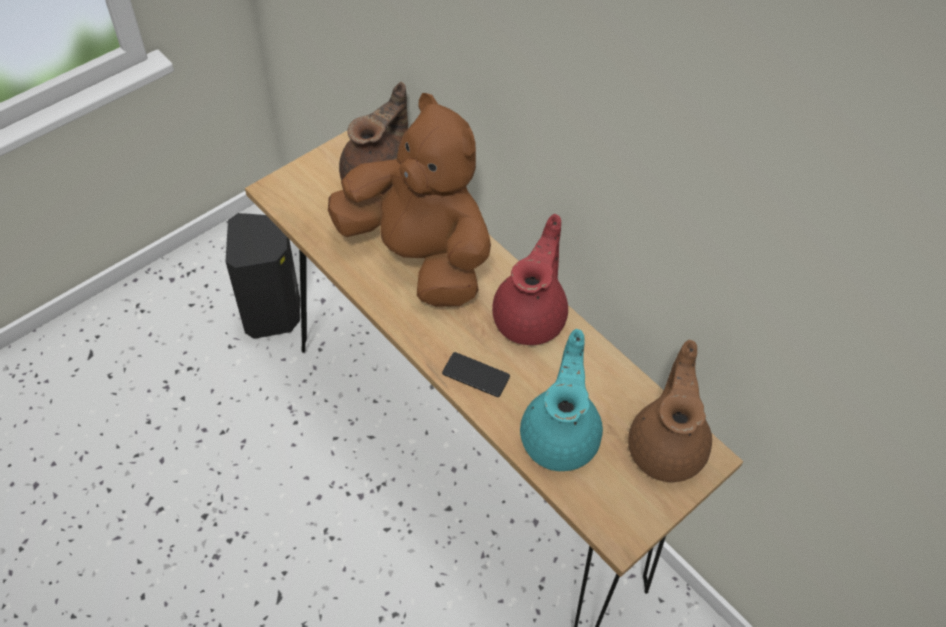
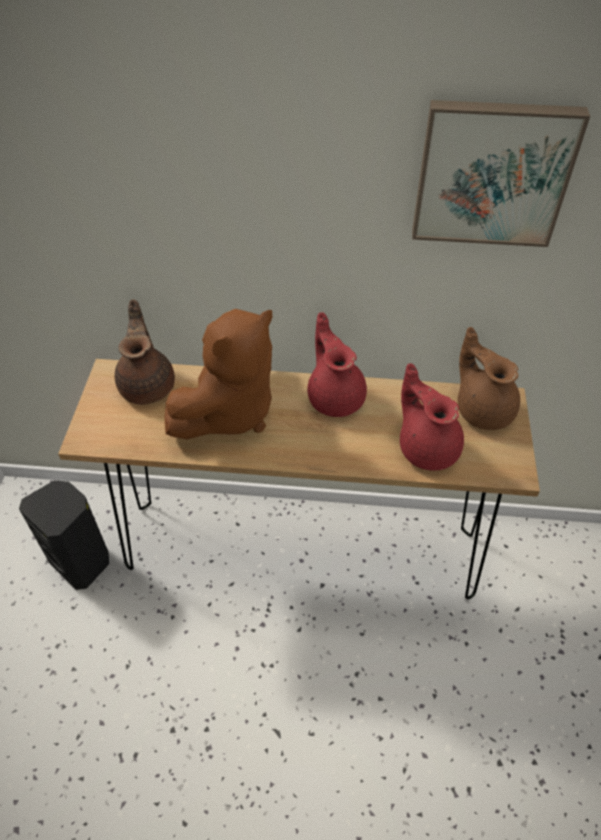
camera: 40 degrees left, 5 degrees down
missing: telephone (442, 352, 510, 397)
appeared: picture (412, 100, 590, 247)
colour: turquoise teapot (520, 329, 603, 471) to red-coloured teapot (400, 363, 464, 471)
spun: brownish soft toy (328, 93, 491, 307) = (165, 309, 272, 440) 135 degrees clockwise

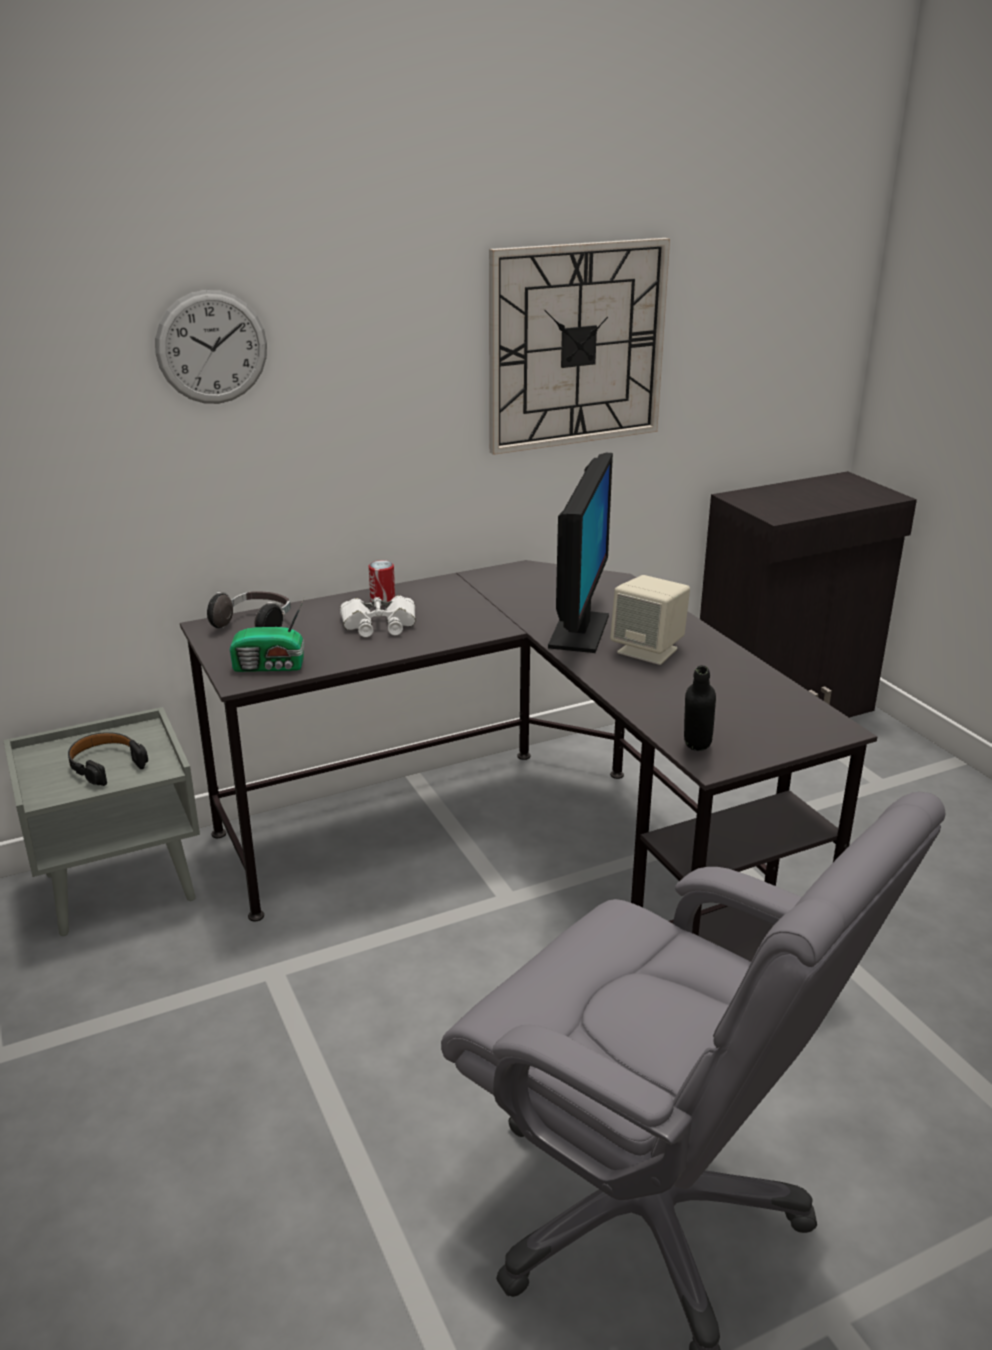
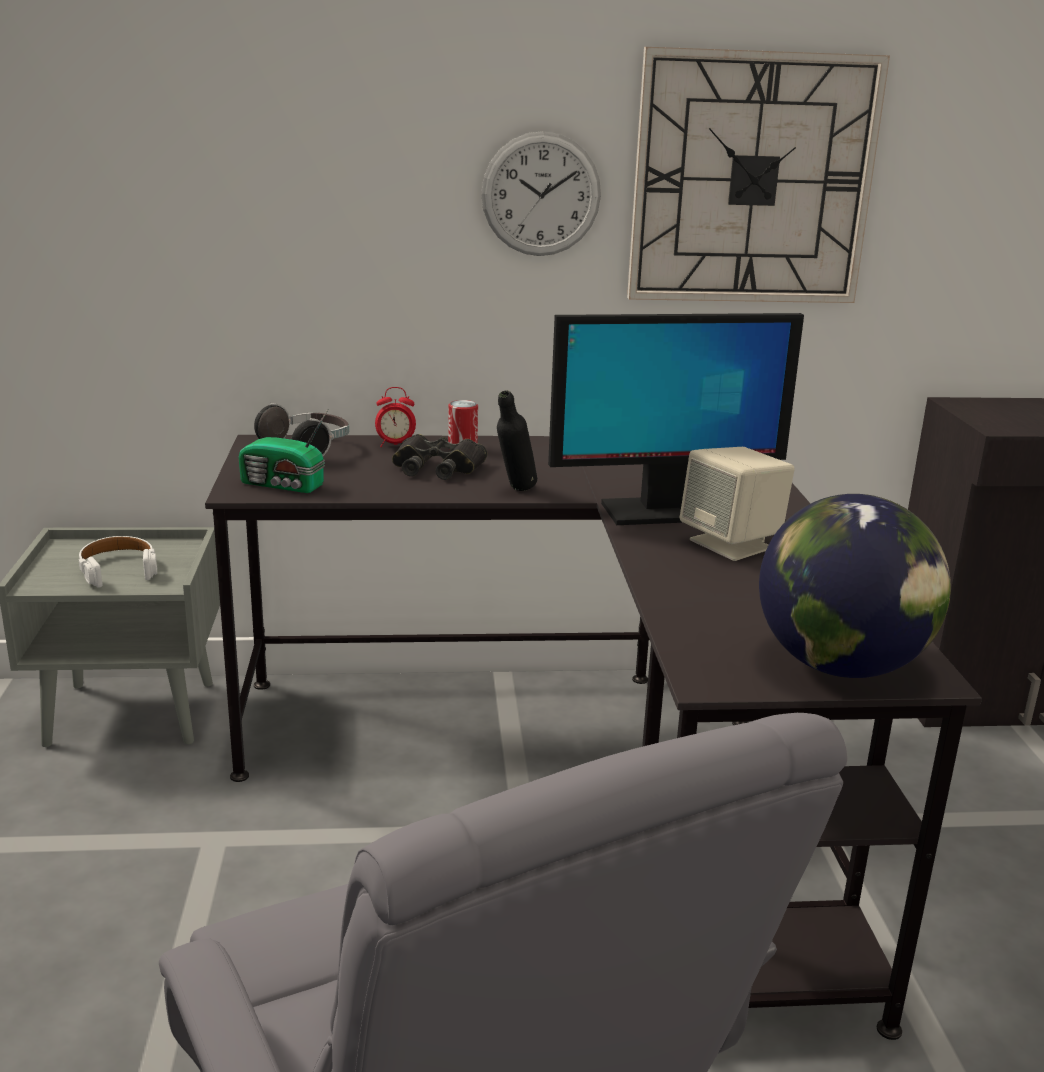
camera: 20 degrees right, 5 degrees down
appeared: table clock (375, 387, 416, 447); desk globe (759, 494, 951, 678)
relocated: hanging clock (155, 290, 267, 404) to (481, 131, 601, 256); black beverage bottle (684, 665, 716, 751) to (497, 391, 537, 491)
colour: black pair of headphones (68, 732, 148, 786) to white-coloured pair of headphones (79, 536, 157, 588); white-coloured binoculars (340, 595, 416, 637) to black binoculars (392, 434, 487, 480)
spun: computer display (548, 453, 613, 653) = (548, 313, 804, 525) 45 degrees clockwise

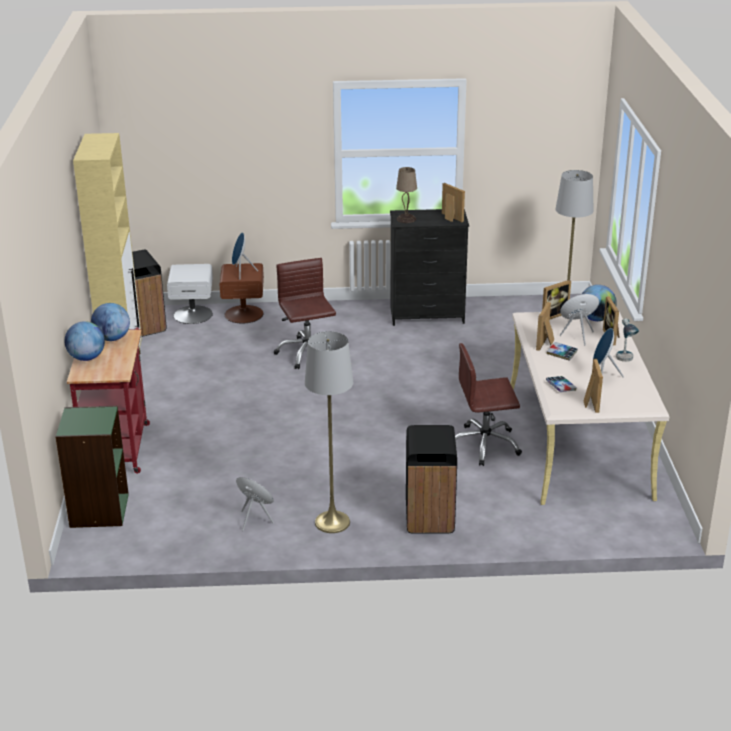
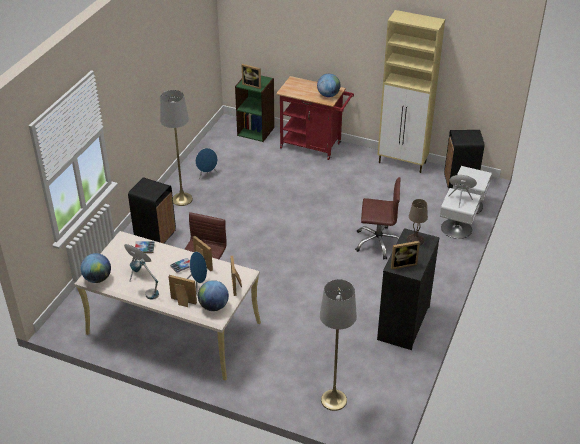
camera: 115 degrees right, 10 degrees up
relocated: desk globe (64, 321, 105, 361) to (81, 253, 111, 283); standing frame (584, 359, 603, 413) to (242, 64, 261, 89)
colour: brownish nightstand (220, 263, 264, 323) to white-coloured nightstand (440, 188, 481, 239)

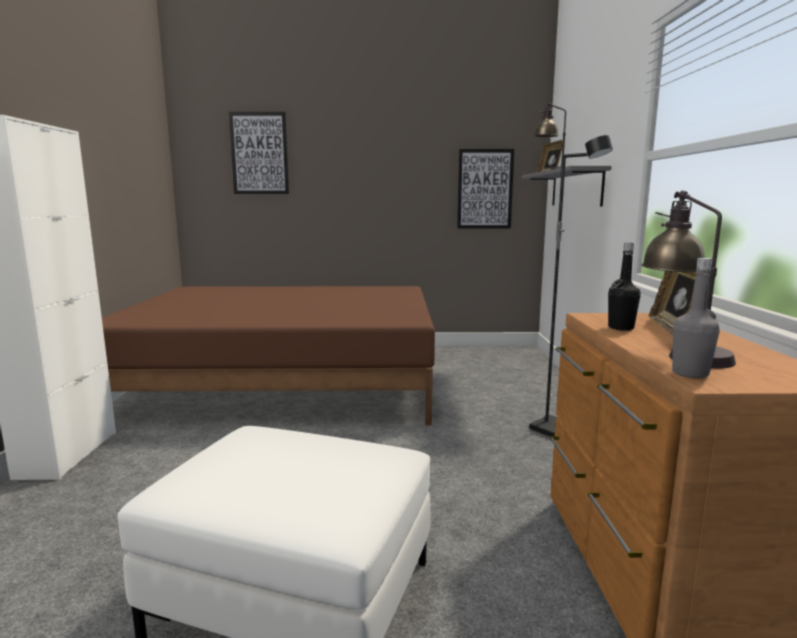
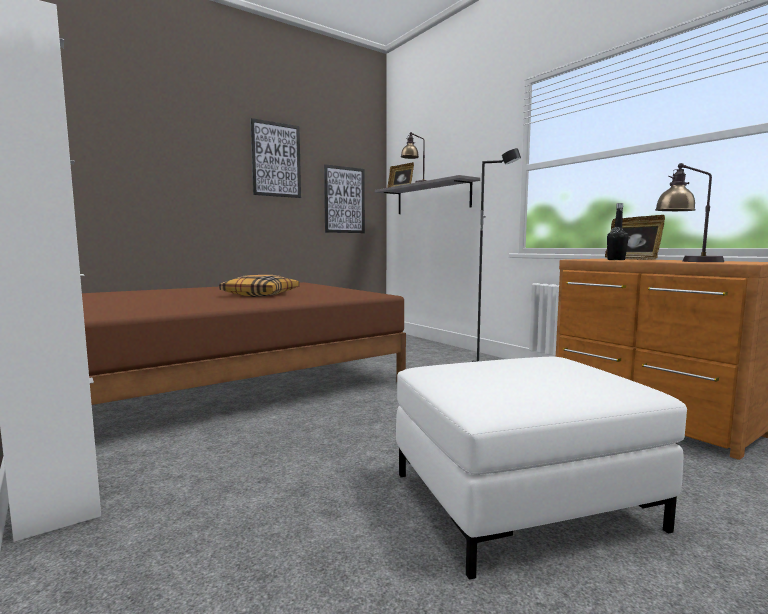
camera: 35 degrees left, 5 degrees down
missing: gray beverage bottle (672, 258, 720, 378)
appeared: throw pillow (219, 275, 299, 297)
relocated: picture (229, 112, 289, 194) to (250, 118, 301, 198)

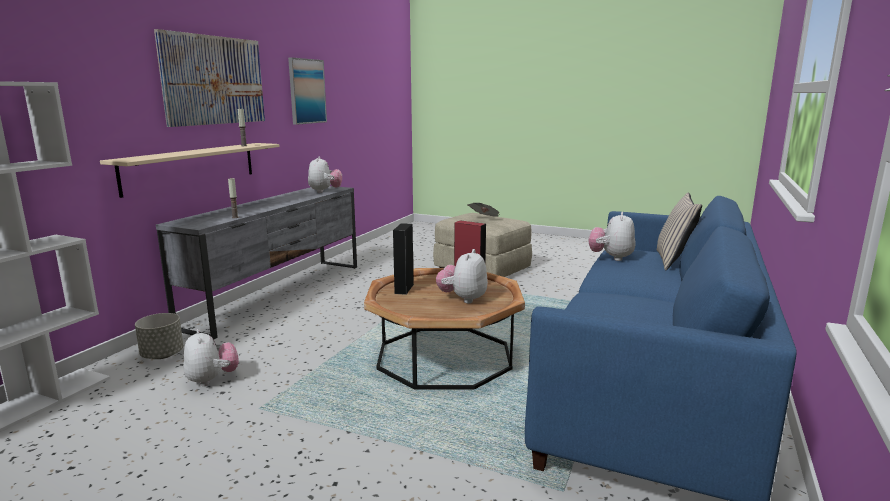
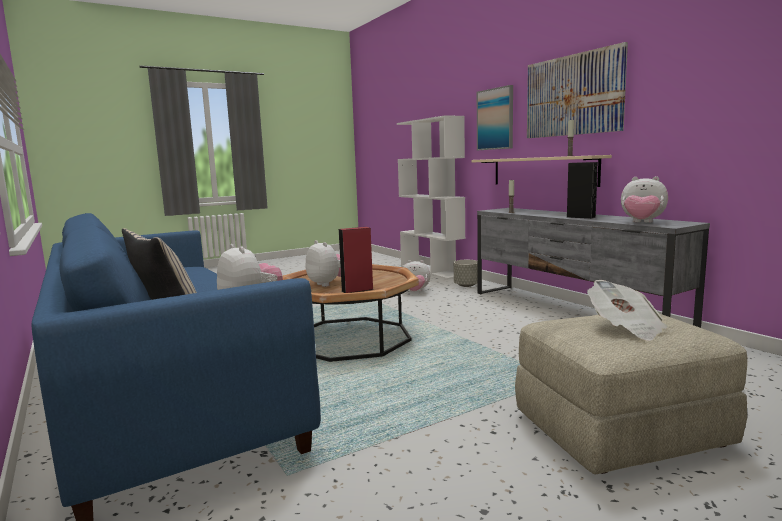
camera: 125 degrees right, 5 degrees down
relocated: picture (288, 57, 327, 125) to (477, 85, 513, 150); black audio speaker (393, 223, 414, 295) to (567, 162, 598, 219)

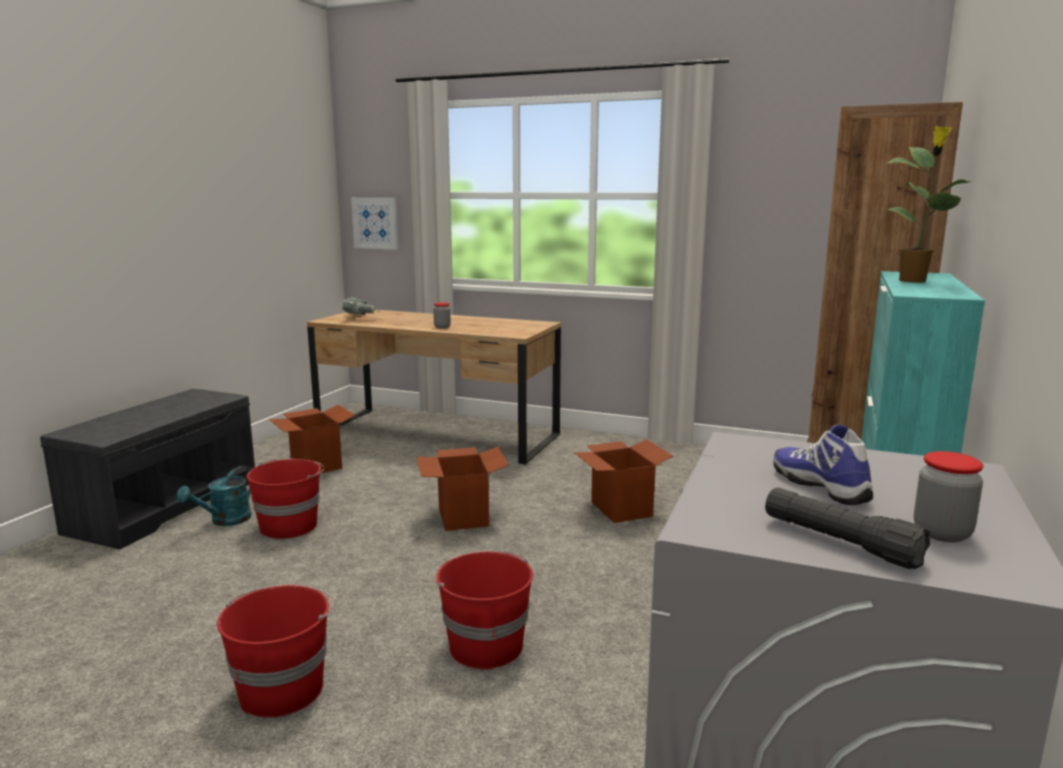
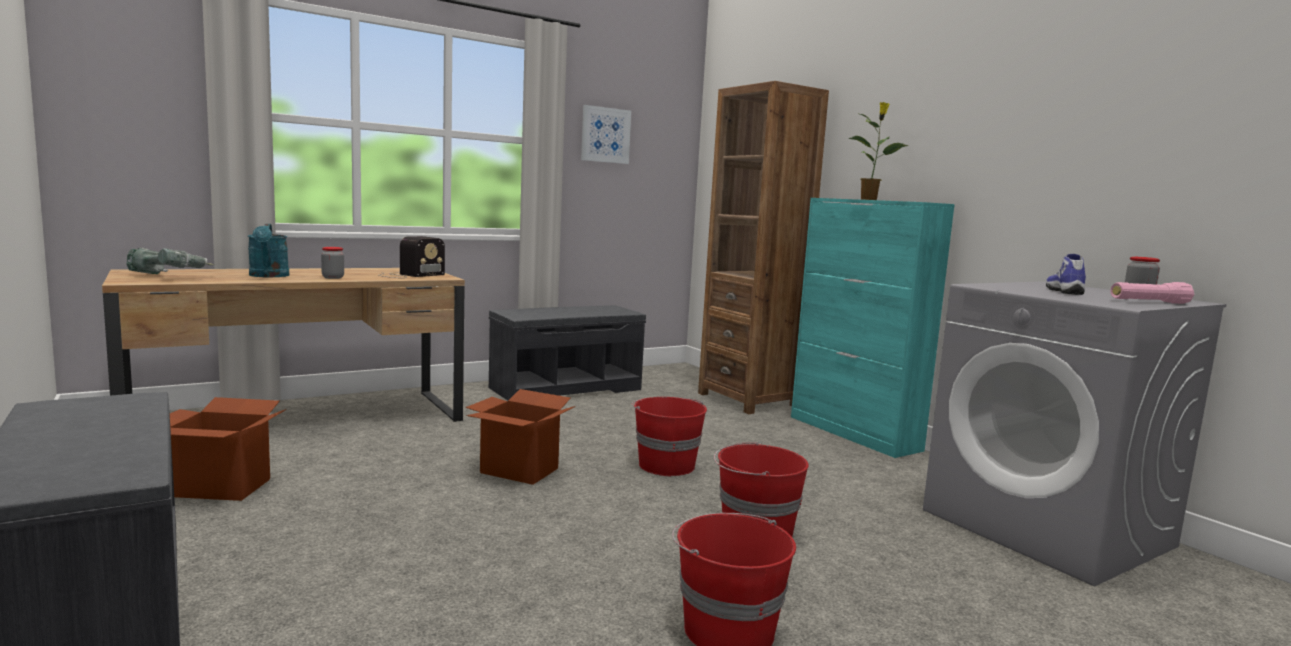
camera: 55 degrees left, 5 degrees down
missing: carton (574, 439, 674, 523)
appeared: radio (379, 236, 445, 278); gray long seat (489, 305, 646, 401)
relocated: turquoise sprinkling can (176, 466, 252, 526) to (248, 224, 289, 277); red-coloured bucket (247, 459, 324, 539) to (632, 397, 707, 476); picture (351, 197, 399, 250) to (581, 105, 631, 164)
colour: black hand torch (765, 488, 931, 569) to pinkish hand torch (1110, 282, 1194, 304)
spun: item of footwear (773, 424, 873, 505) = (1046, 254, 1086, 295) 90 degrees clockwise

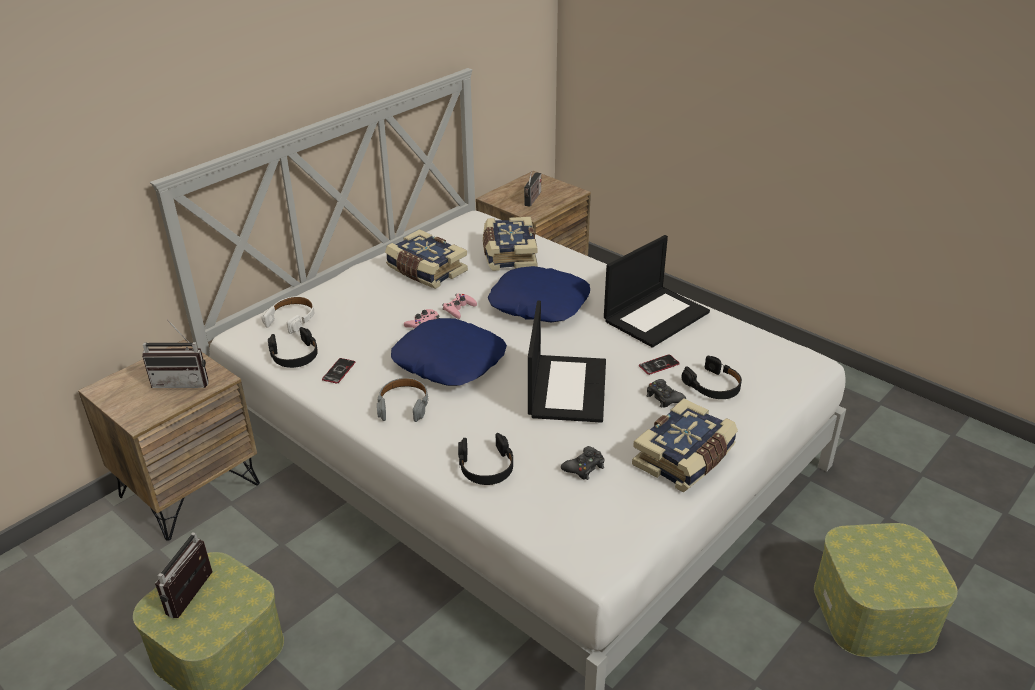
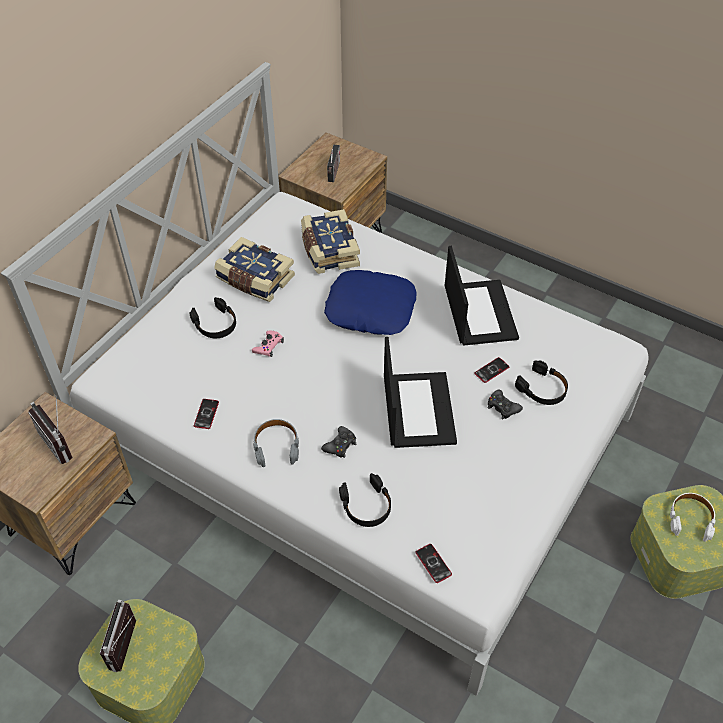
camera: 10 degrees left, 15 degrees up
missing: blue throw pillow (391, 318, 507, 386); pinkish joypad (442, 293, 477, 319); bound book (632, 398, 738, 493)
appeared: telephone (415, 544, 452, 583)
relocated: white-coloured pair of headphones (262, 296, 314, 334) to (670, 493, 716, 542); black pair of headphones (268, 327, 318, 368) to (189, 297, 236, 338); black joypad (561, 446, 605, 480) to (321, 426, 357, 458)
spun: radio (142, 319, 209, 388) = (28, 395, 73, 464) 60 degrees clockwise; laptop (604, 235, 710, 348) = (445, 246, 519, 346) 45 degrees counterclockwise

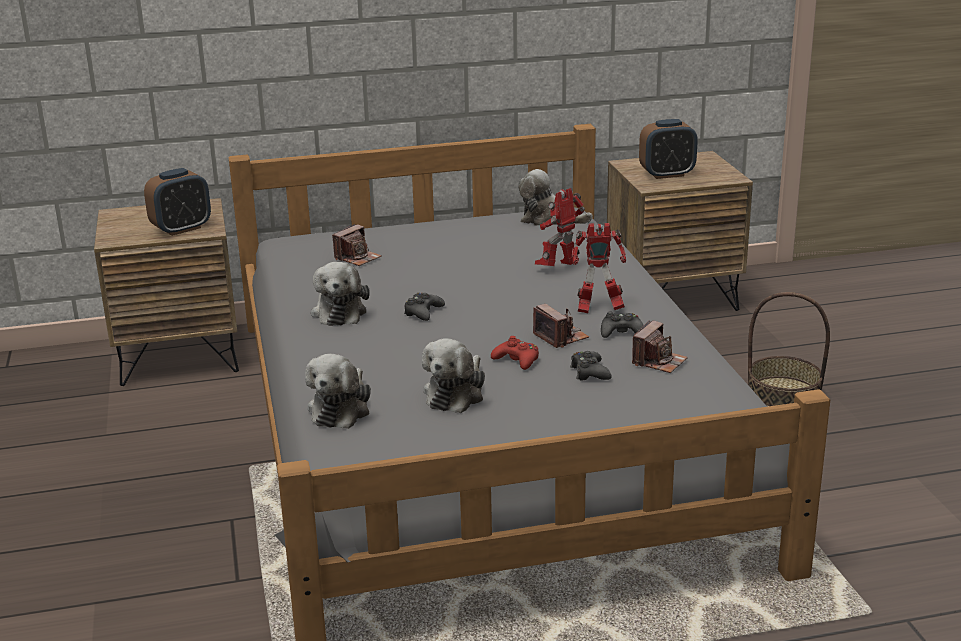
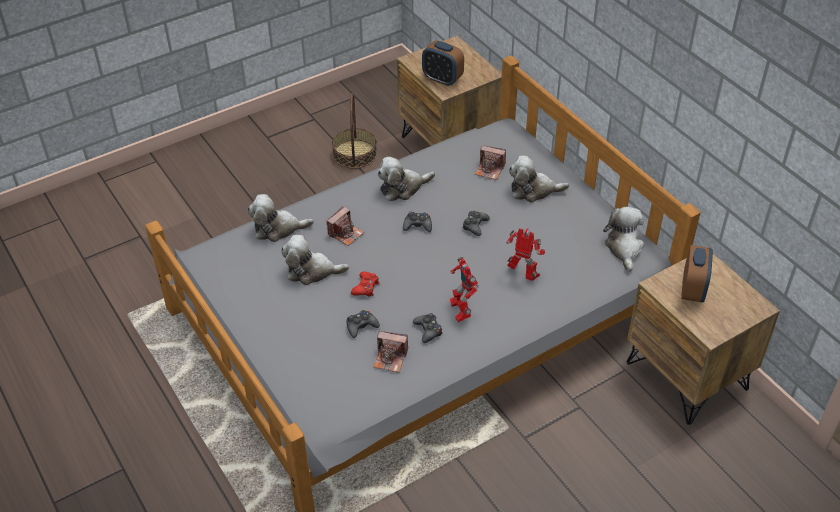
camera: 70 degrees right, 20 degrees up
appeared: black joypad (463, 211, 490, 236); soft toy (509, 156, 569, 203)
relocated: photo camera (533, 304, 589, 348) to (326, 206, 364, 246); household basket (748, 292, 830, 407) to (332, 93, 377, 169)
spun: table clock (639, 119, 698, 179) = (681, 245, 713, 303) 135 degrees counterclockwise

